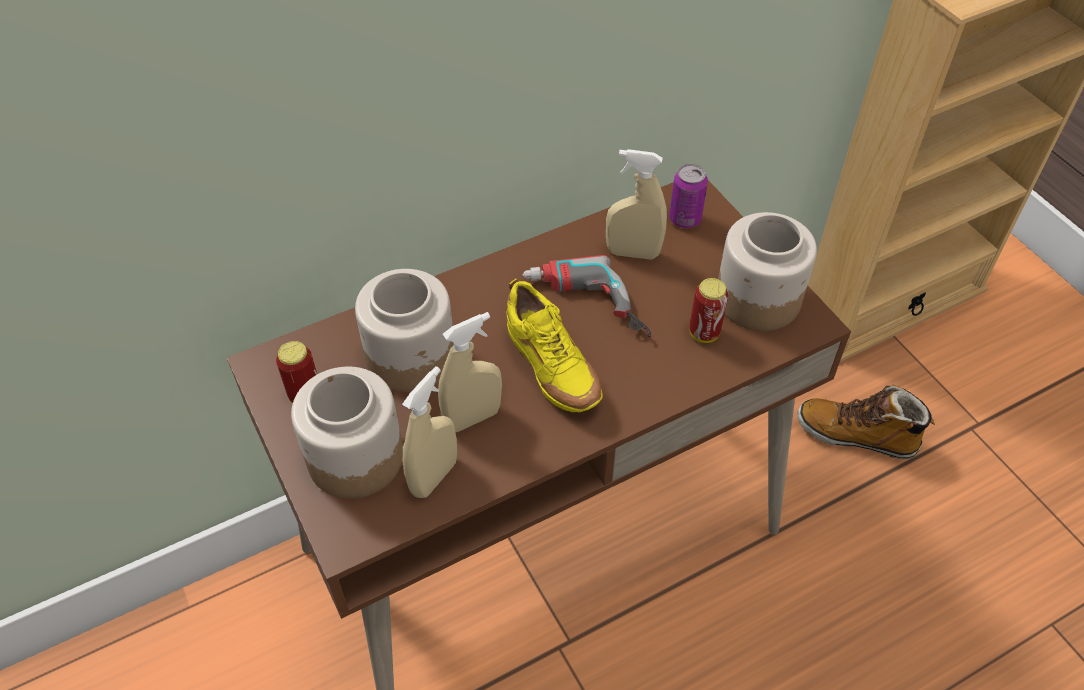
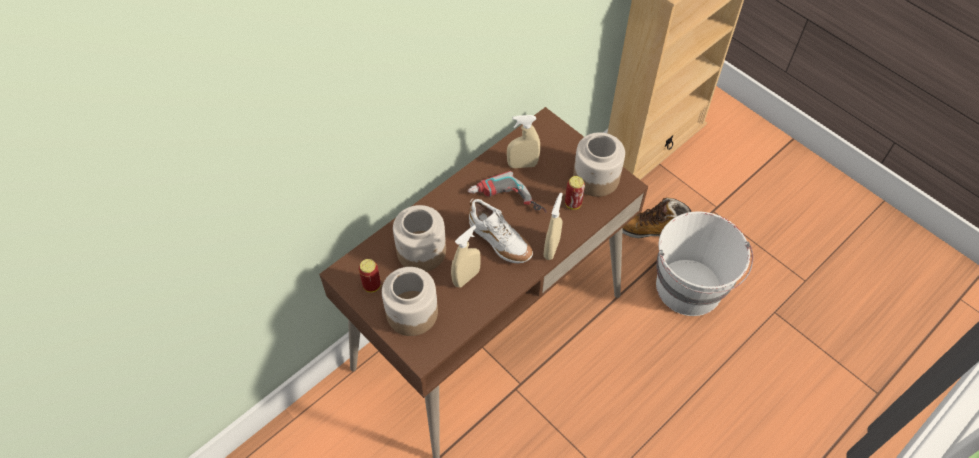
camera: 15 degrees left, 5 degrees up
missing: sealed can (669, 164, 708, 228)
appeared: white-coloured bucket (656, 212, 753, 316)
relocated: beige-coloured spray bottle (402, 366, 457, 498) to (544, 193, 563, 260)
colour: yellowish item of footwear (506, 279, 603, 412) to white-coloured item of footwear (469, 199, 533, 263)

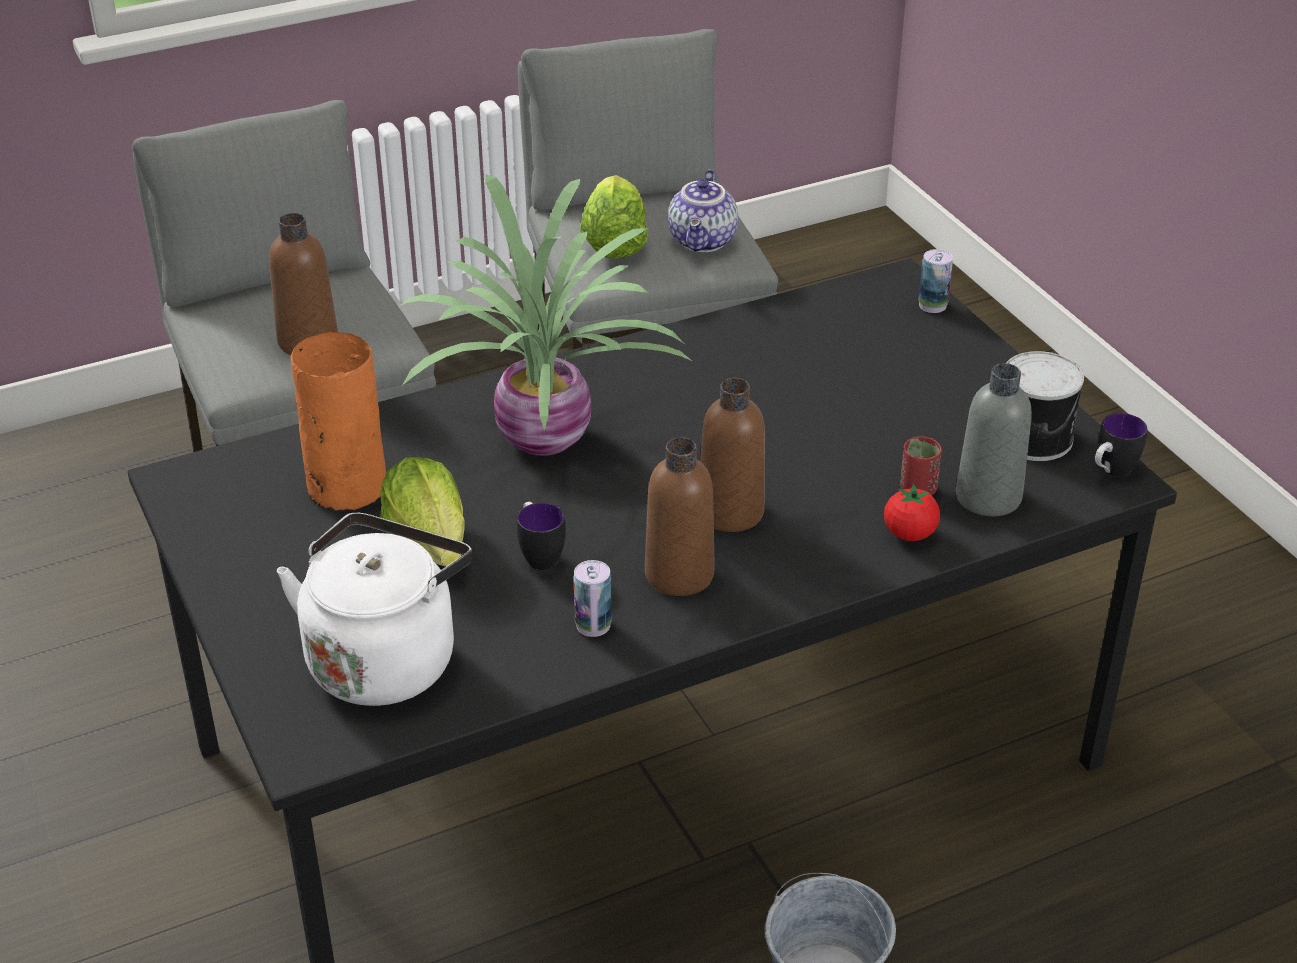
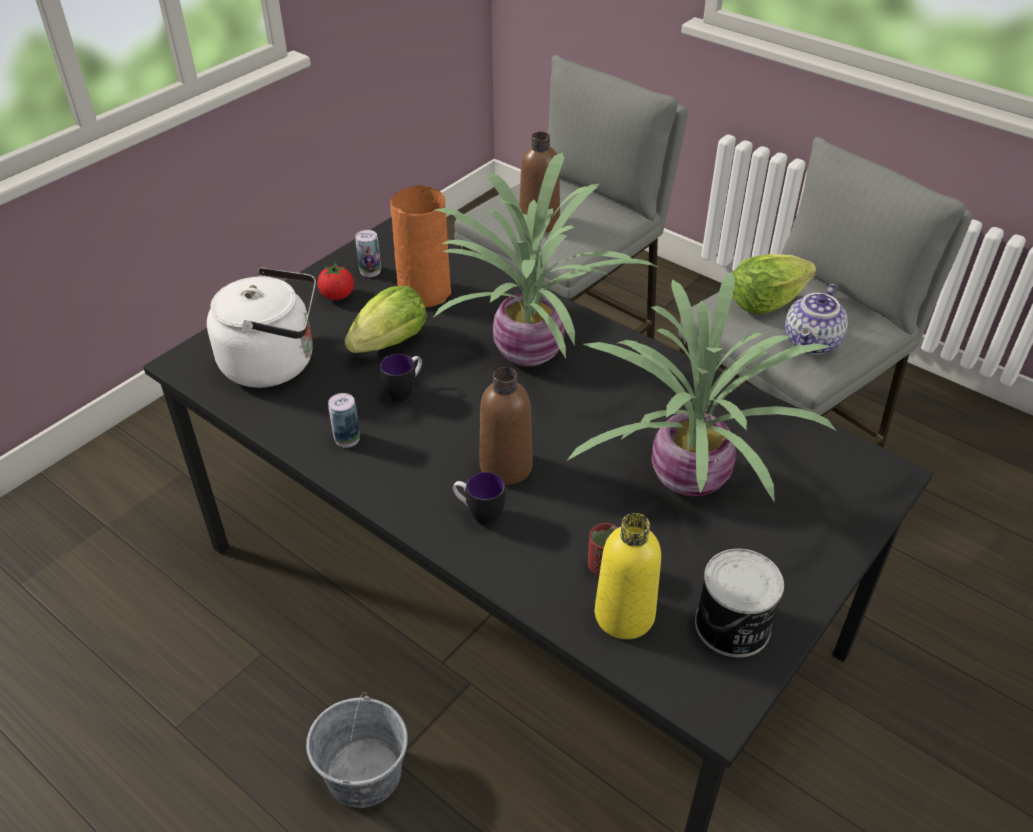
camera: 65 degrees right, 5 degrees up
missing: brownish beverage bottle (645, 437, 714, 596)
appeared: plant in a pot (567, 272, 836, 503)
relocated: whole tomato (884, 483, 940, 541) to (317, 263, 354, 300); sealed can (918, 249, 953, 313) to (355, 230, 381, 277); tea mug (1095, 413, 1147, 477) to (453, 472, 505, 525)
colour: gray beverage bottle (956, 363, 1032, 516) to yellowish beverage bottle (595, 513, 661, 639)
spun: teapot (668, 169, 738, 252) = (785, 284, 848, 355) 45 degrees counterclockwise

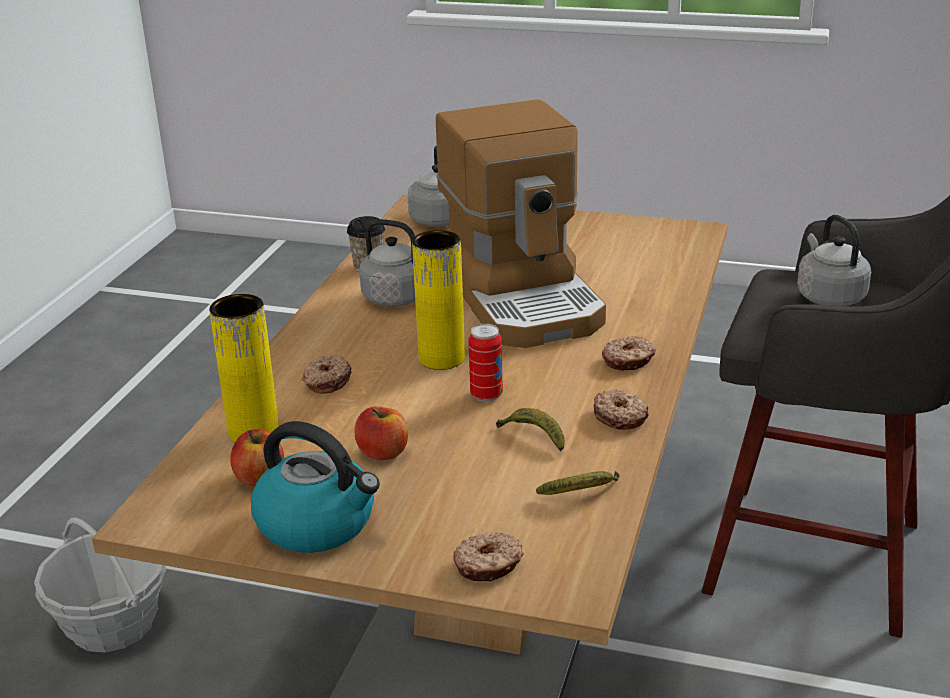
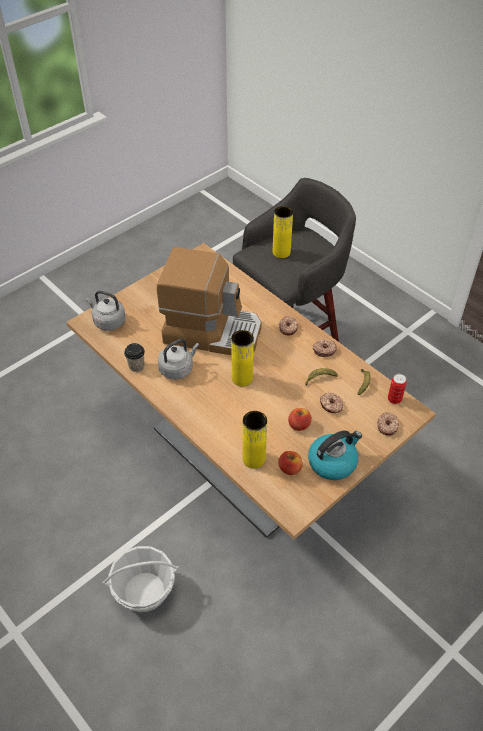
camera: 60 degrees left, 20 degrees up
relocated: ring doughnut (302, 355, 352, 394) to (320, 393, 344, 413); sealed can (468, 324, 503, 402) to (388, 374, 407, 404)
exchanged: gray kettle (797, 215, 871, 307) to yellowish decorative vase (273, 206, 293, 258)

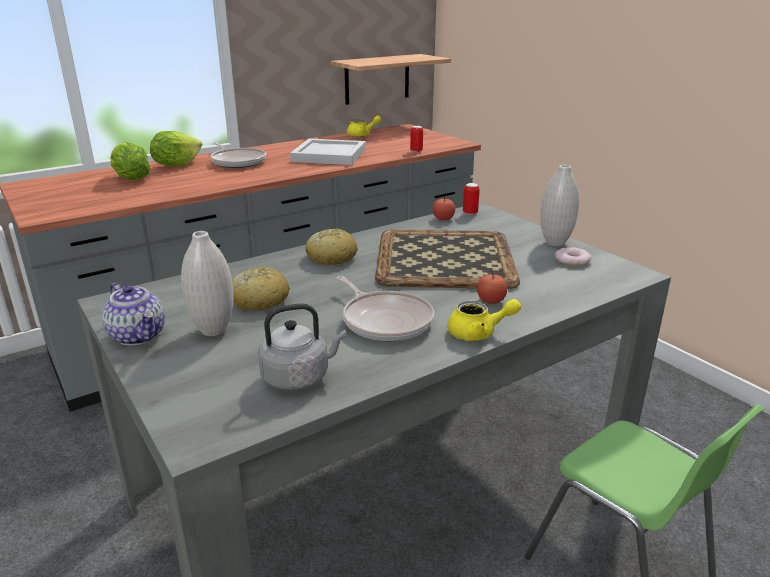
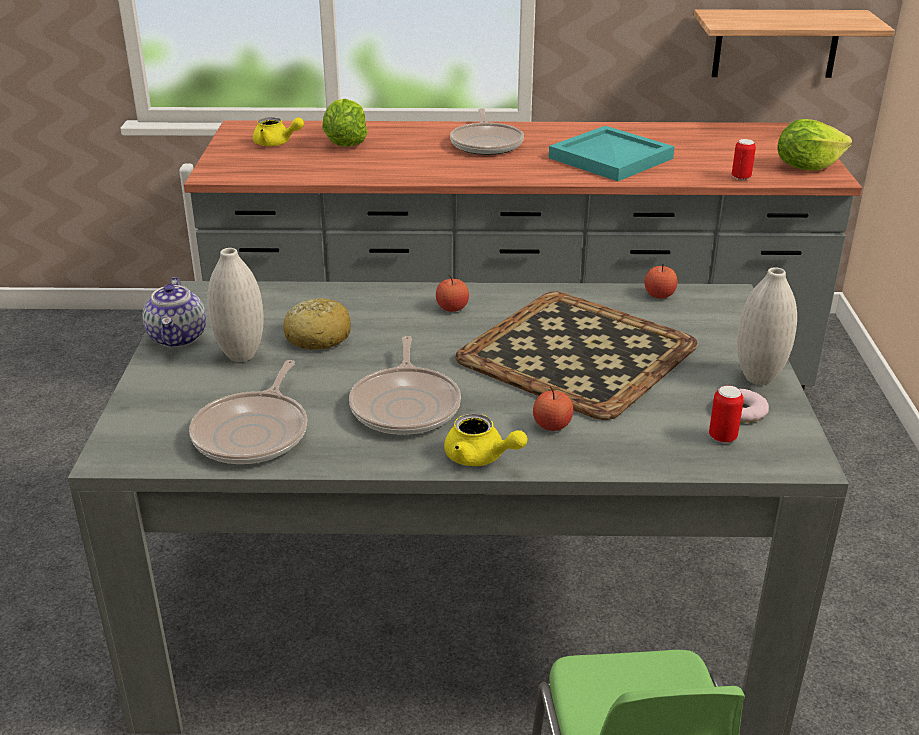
camera: 35 degrees right, 5 degrees up
relocated: head of lettuce (150, 131, 202, 166) to (777, 119, 852, 171); yellowish teapot (347, 116, 382, 137) to (253, 117, 304, 146); sealed can (463, 183, 480, 215) to (709, 386, 744, 443)
exchanged: gray kettle (258, 303, 347, 390) to skillet (189, 360, 307, 464); bread (305, 229, 358, 265) to apple (436, 275, 469, 312)
colour: white-coloured tray (290, 139, 366, 165) to turquoise tray (549, 126, 675, 181)

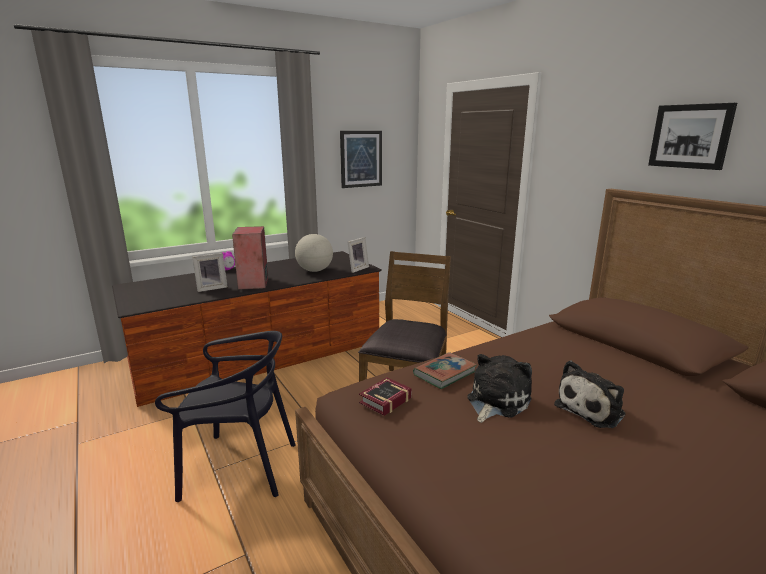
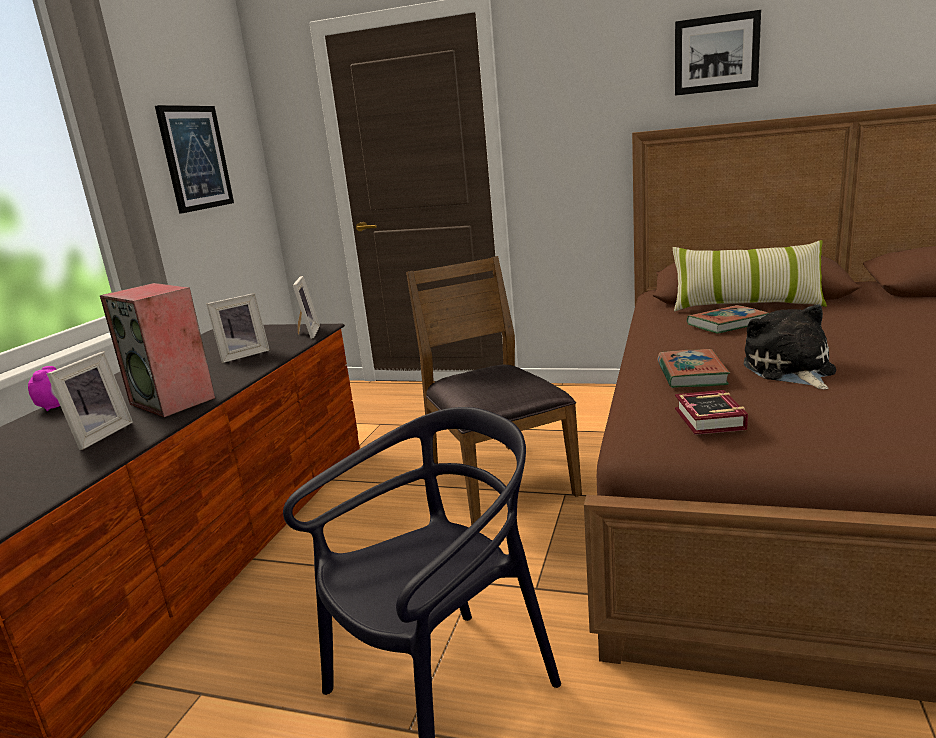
camera: 40 degrees left, 0 degrees up
missing: soft toy (554, 361, 625, 428)
appeared: throw pillow (673, 240, 827, 311); bound book (687, 305, 769, 334)
exchanged: desk globe (295, 234, 333, 272) to standing frame (206, 293, 270, 363)

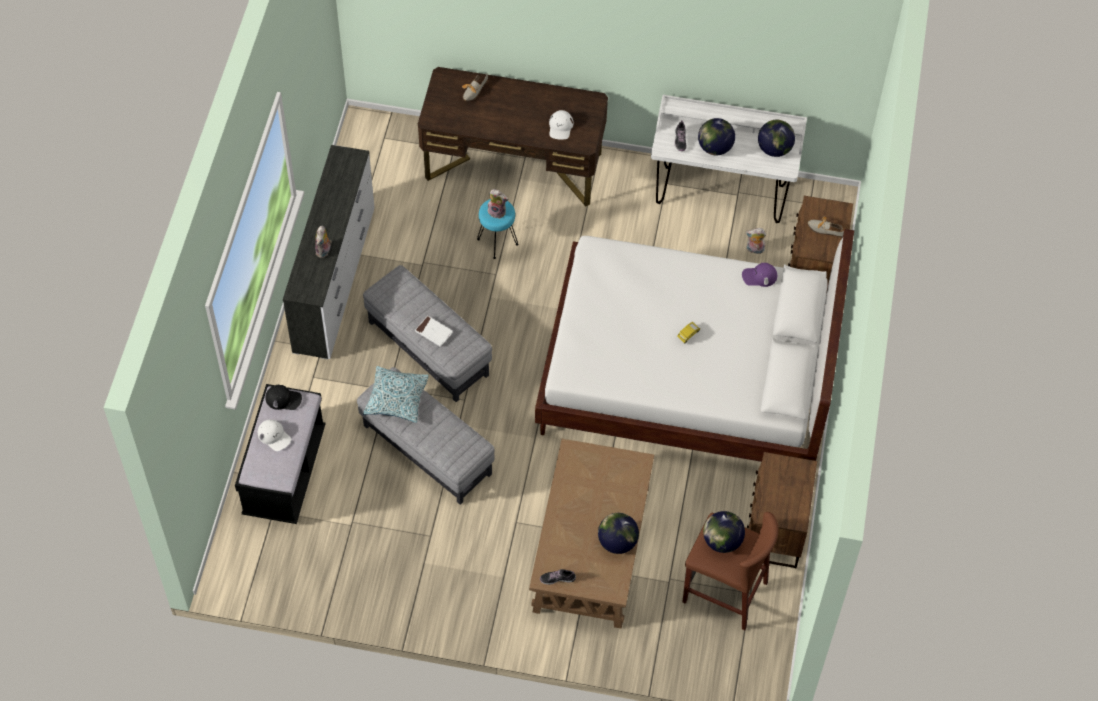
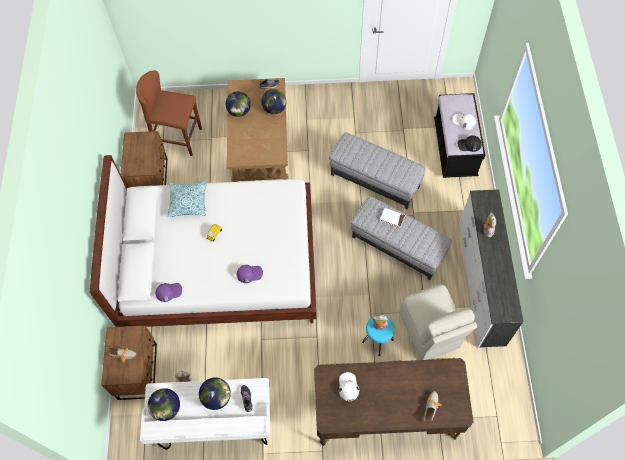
camera: 170 degrees right, 5 degrees up
appeared: purplish baseball cap (236, 265, 263, 283); beige-coloured chair (400, 284, 477, 360)
relocated: throw pillow (363, 366, 429, 423) to (168, 181, 207, 217); desk globe (703, 511, 745, 553) to (262, 89, 286, 114)

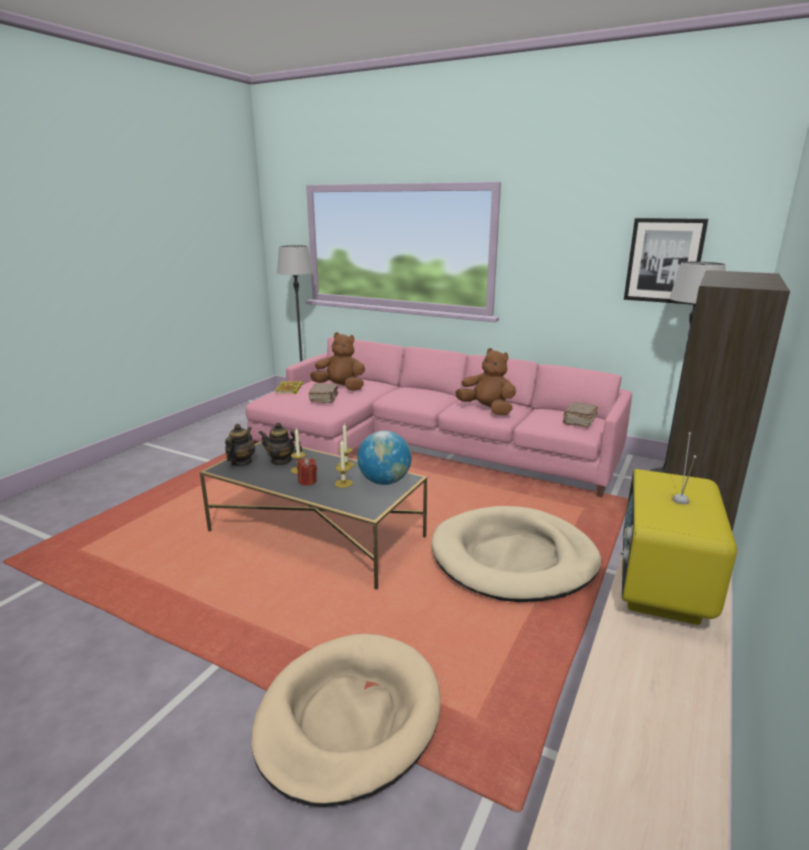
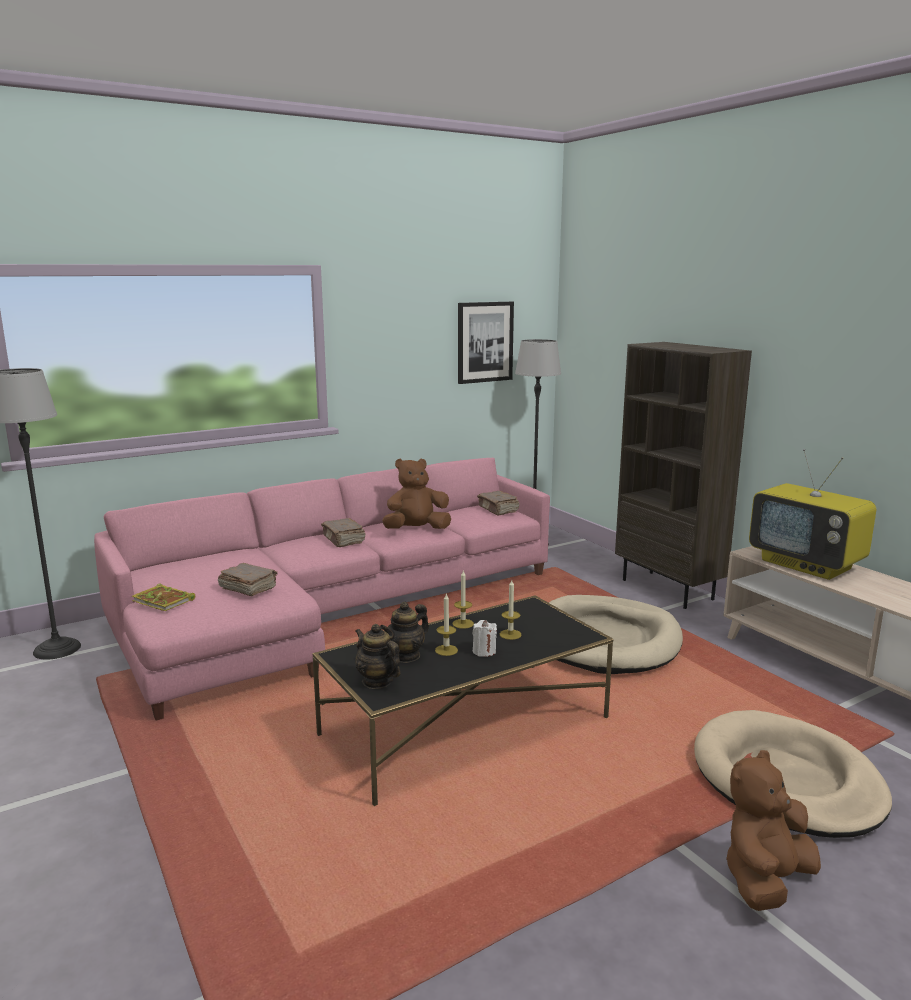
camera: 60 degrees left, 5 degrees down
missing: desk globe (357, 431, 411, 485)
appeared: brownish bound book (321, 518, 366, 547)
relocated: brownish soft toy (310, 332, 365, 391) to (726, 750, 821, 911)
colour: red-coloured wax candle (297, 458, 317, 486) to white-coloured wax candle (473, 620, 497, 657)

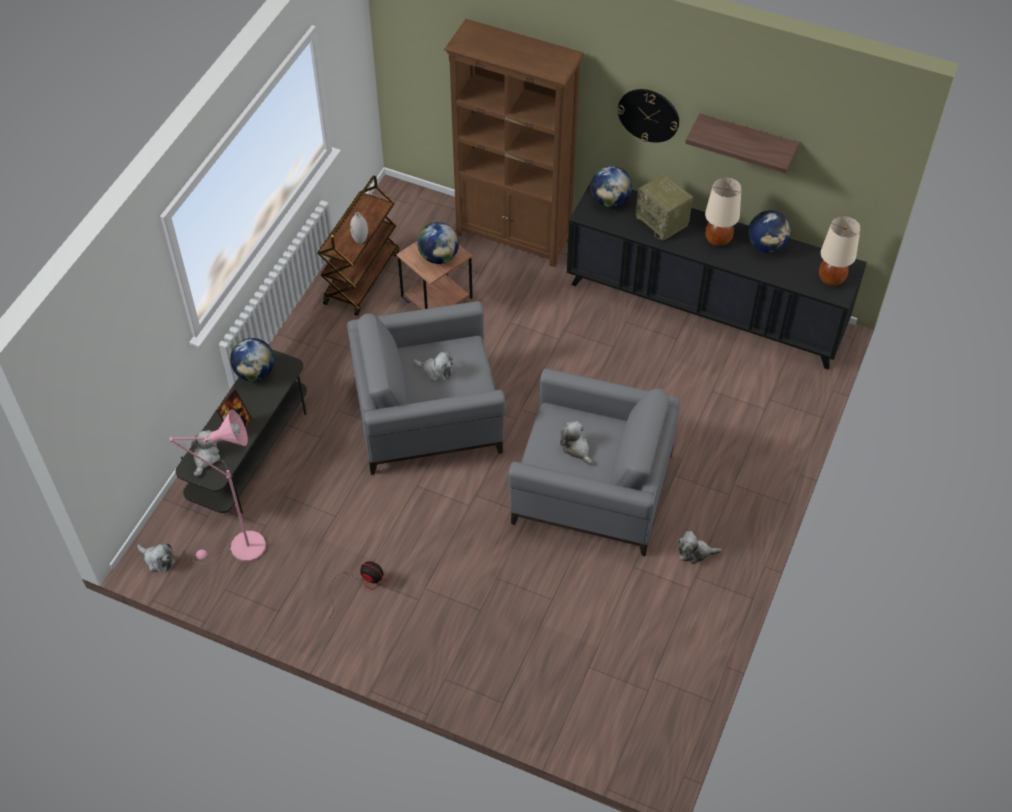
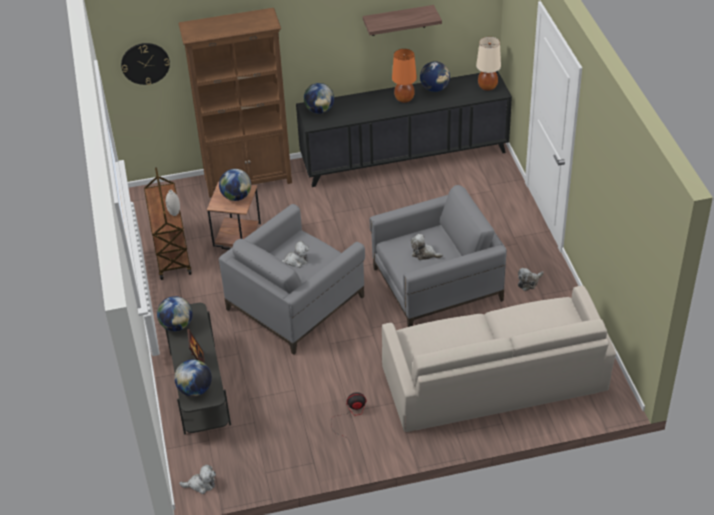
camera: 35 degrees left, 10 degrees down
missing: pinkish standing lamp (170, 410, 266, 564); radio (636, 173, 693, 241)
appeared: beige-coloured sofa (382, 286, 616, 432)
relocated: hanging clock (617, 89, 679, 143) to (121, 43, 170, 85)
exchanged: soft toy (191, 430, 220, 477) to desk globe (174, 359, 212, 397)
colour: beige-coloured table lamp (705, 177, 742, 247) to orange-coloured table lamp (392, 49, 417, 103)

